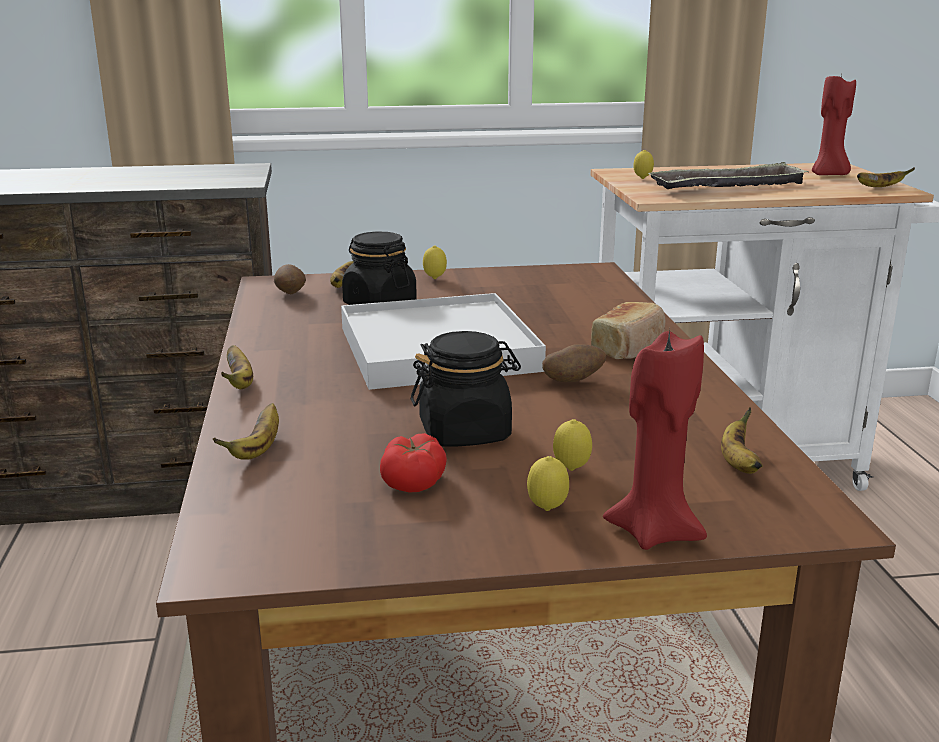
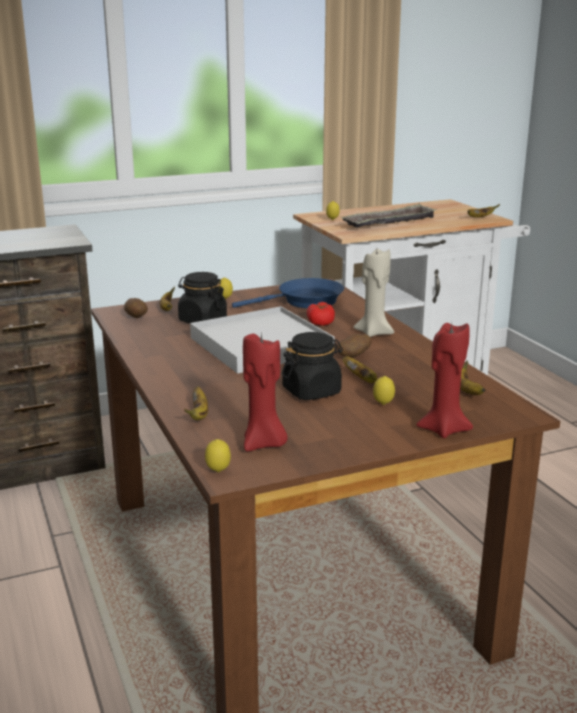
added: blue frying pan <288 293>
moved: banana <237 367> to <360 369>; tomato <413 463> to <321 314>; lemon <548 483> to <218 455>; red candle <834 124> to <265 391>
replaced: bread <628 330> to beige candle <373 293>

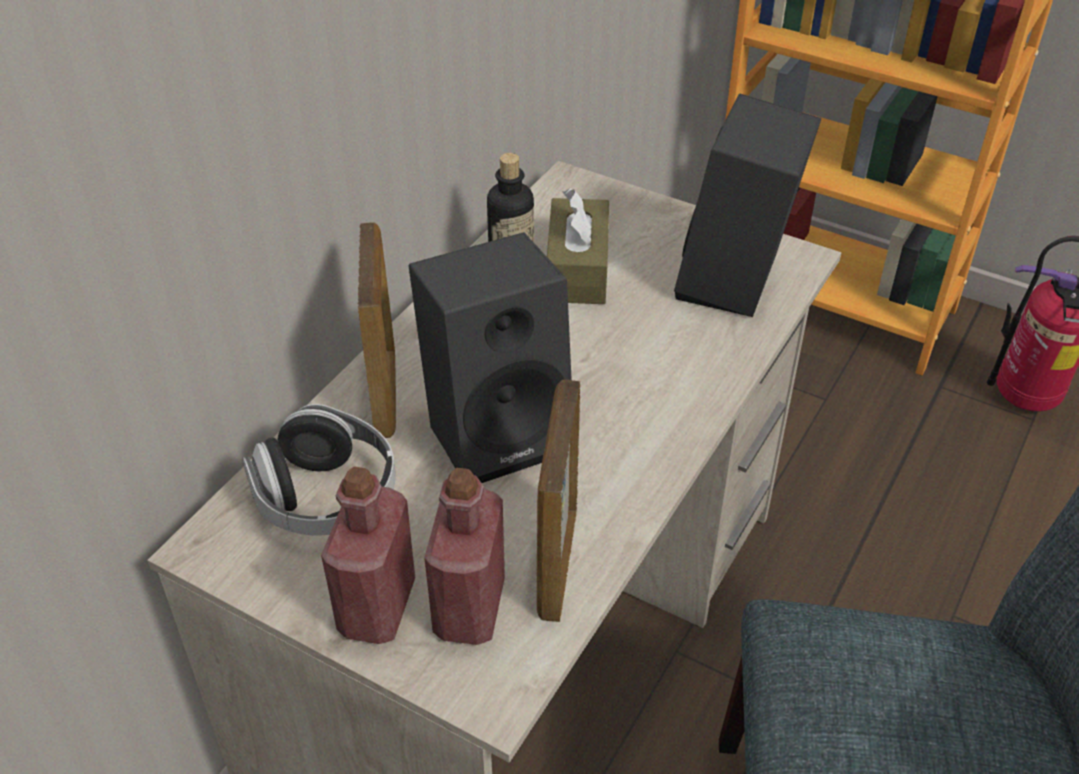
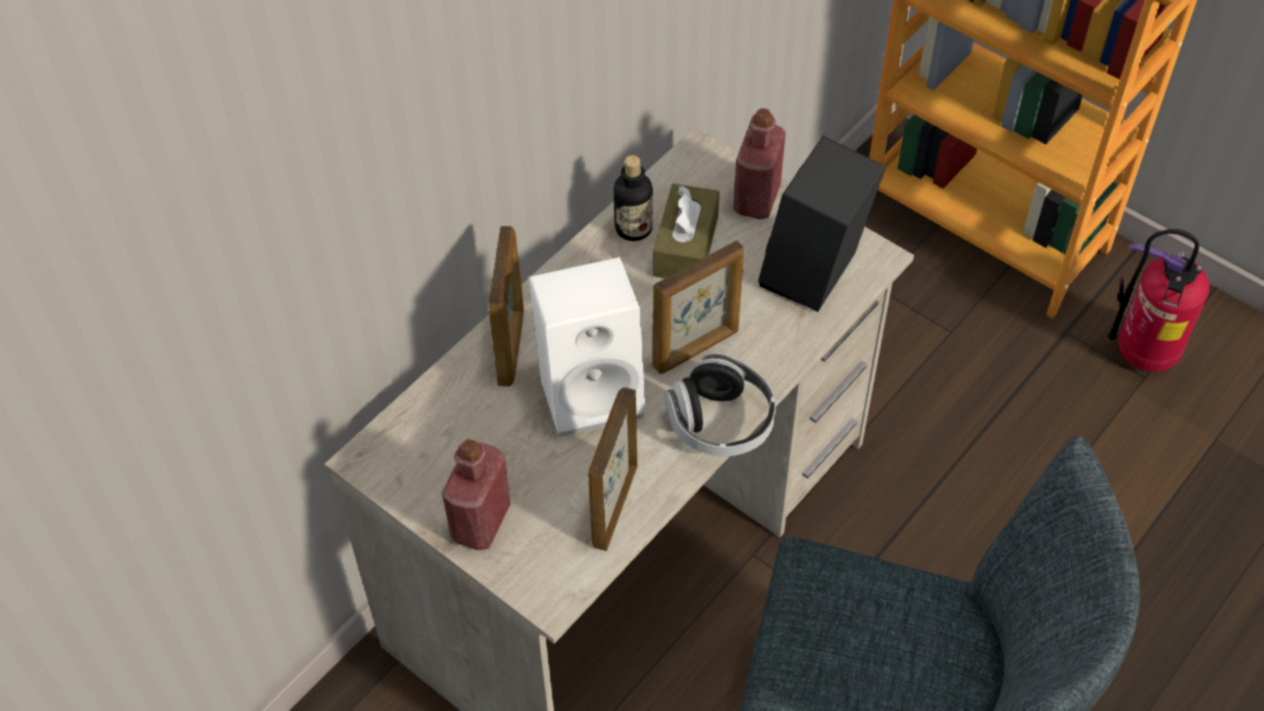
added: picture frame <698 307>
moved: headphones <319 470> to <720 405>; red bottle <464 556> to <759 163>
recoloured: black speaker <490 357> to white speaker <587 347>

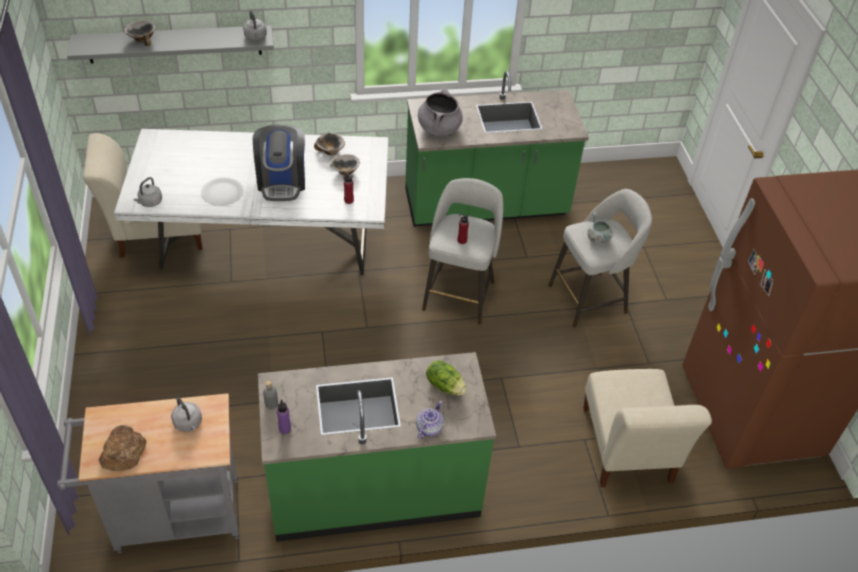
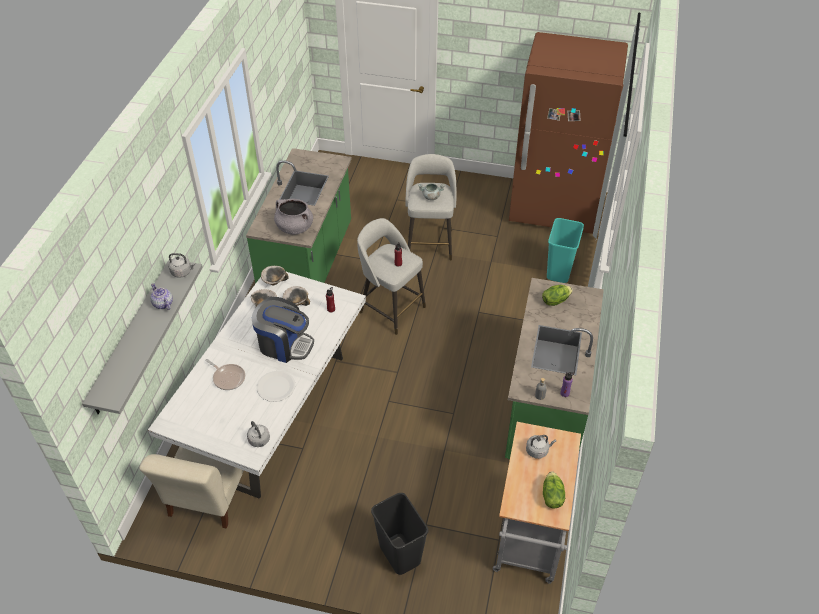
added: frying pan <225 374>; black trash can <399 534>
moved: bowl <140 33> to <275 275>; teapot <430 420> to <161 296>
replaced: bread <123 448> to lettuce <554 489>; beige chair <647 428> to turquoise trash can <565 250>

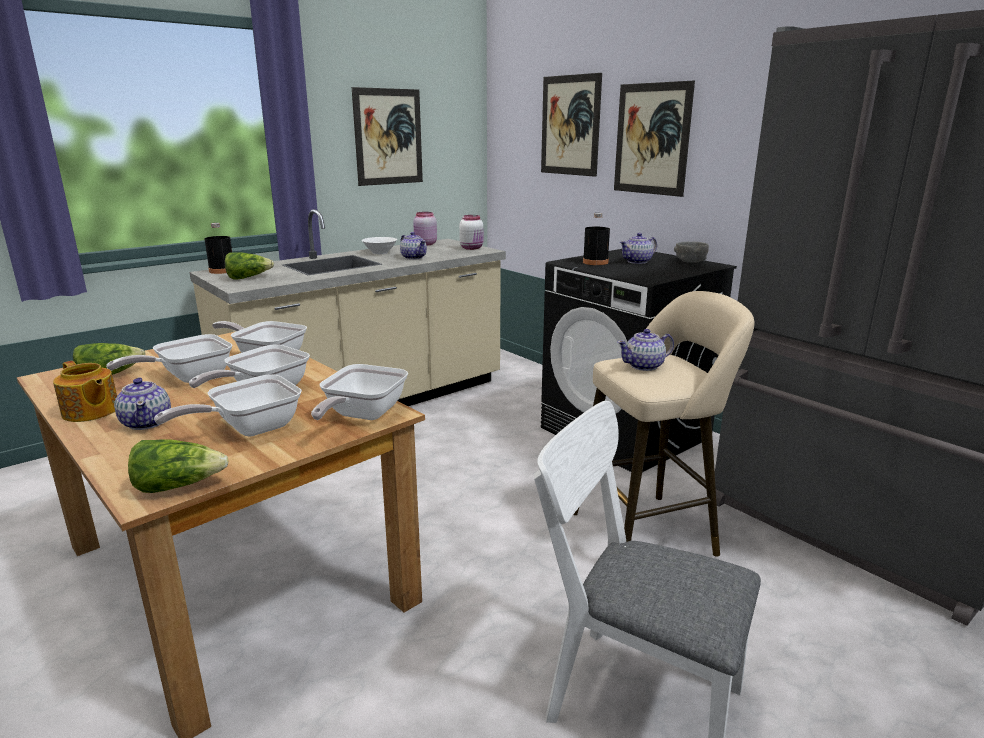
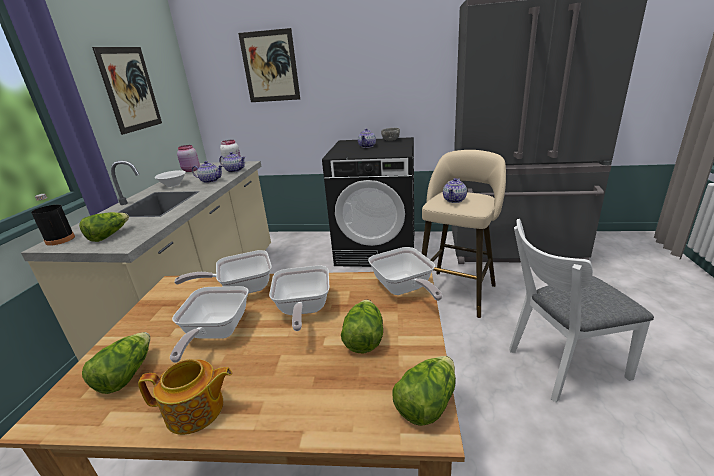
removed: black bottle <596 239>; picture <654 139>
moved: teapot <142 403> to <232 162>
replaced: frying pan <228 405> to lettuce <362 326>

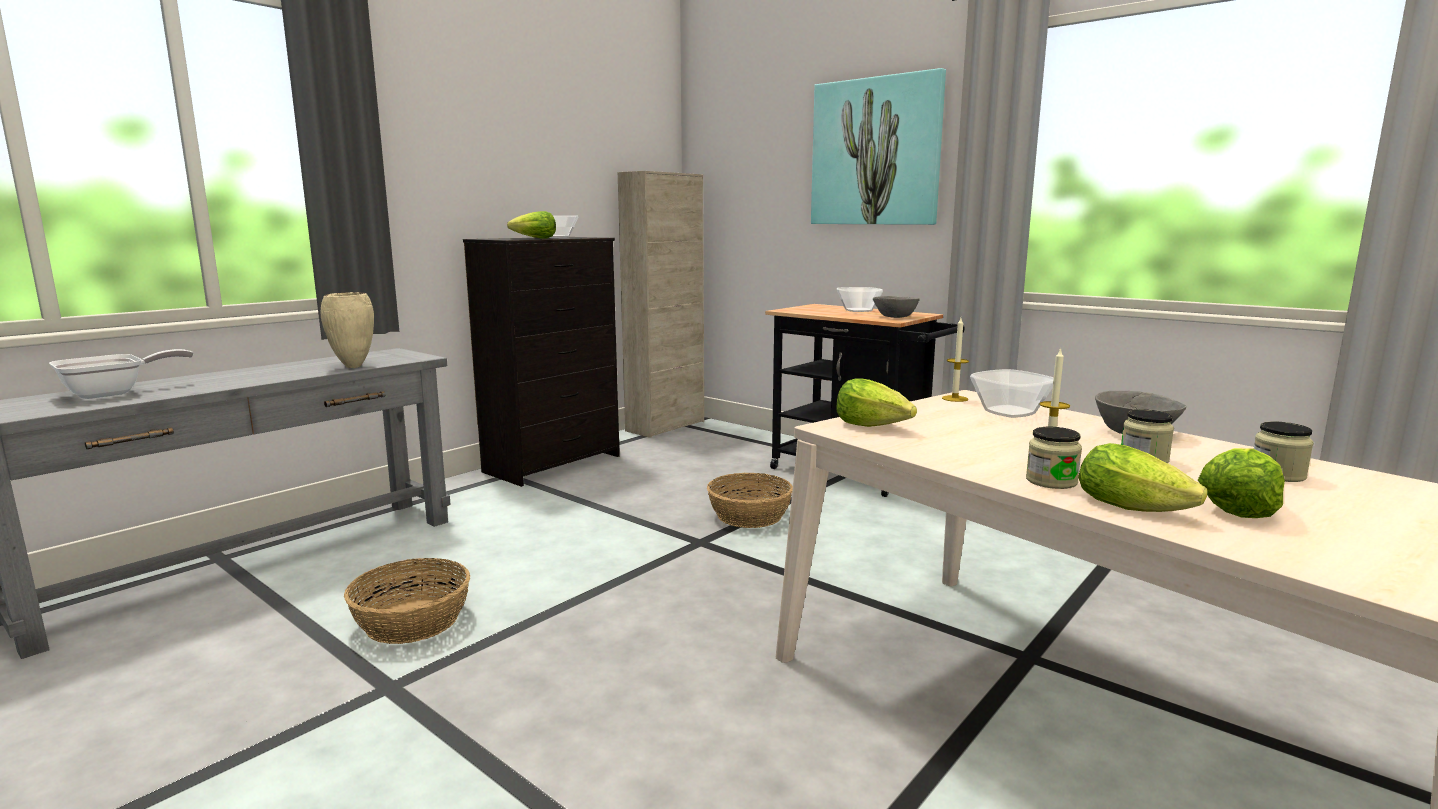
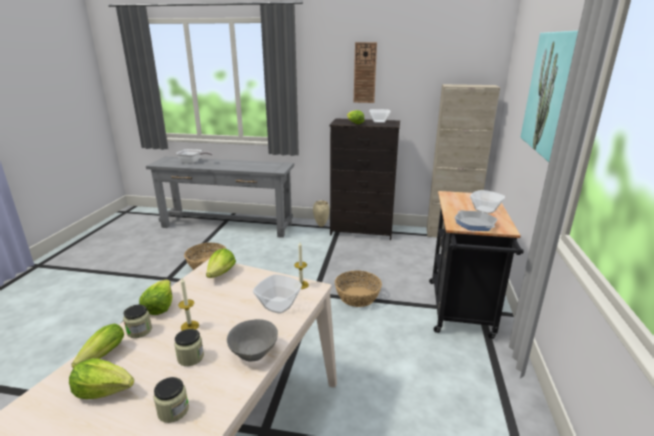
added: lettuce <155 297>; wall clock <365 72>
moved: beige vase <347 330> to <321 214>
replaced: grey bowl <896 307> to frying pan <476 220>

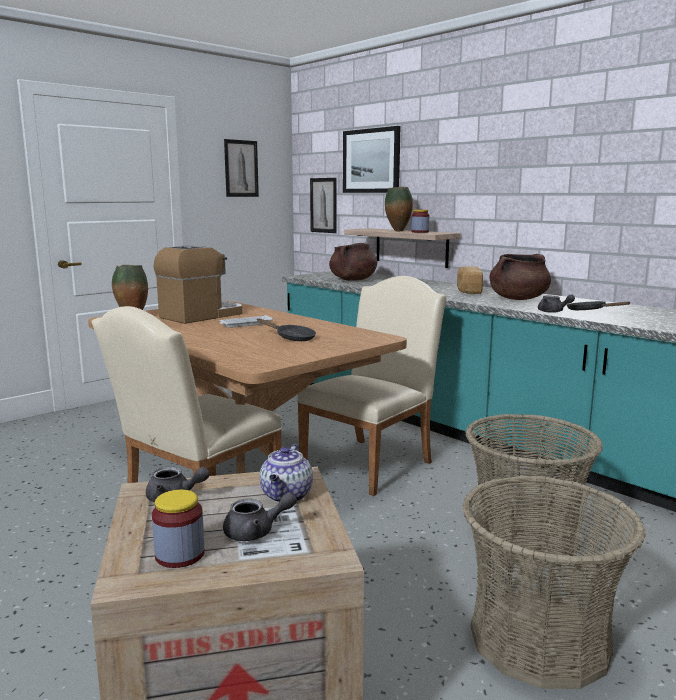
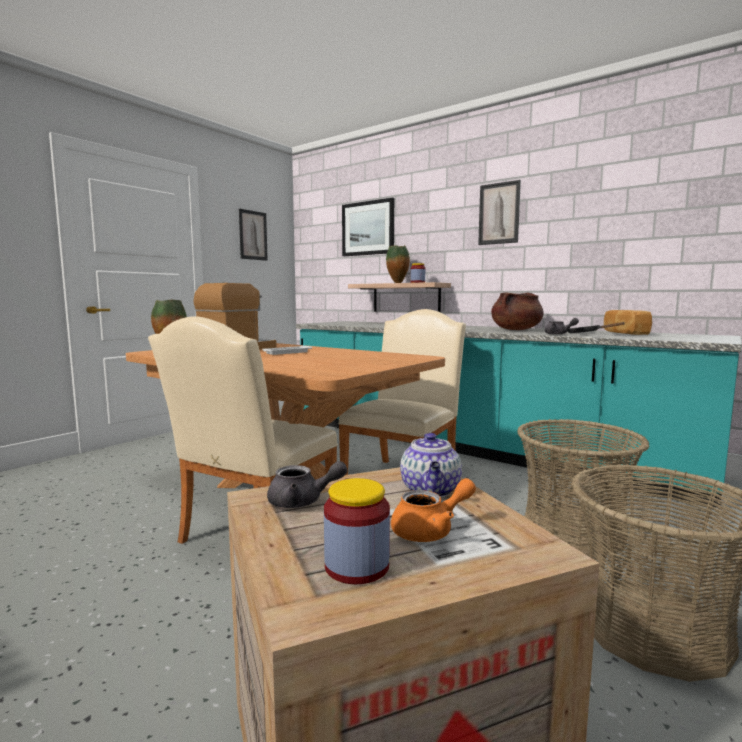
removed: black frying pan <286 330>; brown cooking pot <353 262>
moved: picture <323 205> to <499 212>; bread <470 280> to <628 322>
recoloured: grey teapot <260 516> to orange teapot <433 510>

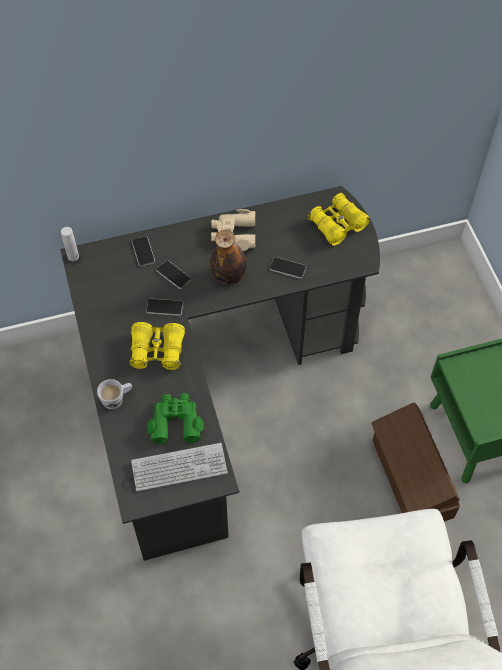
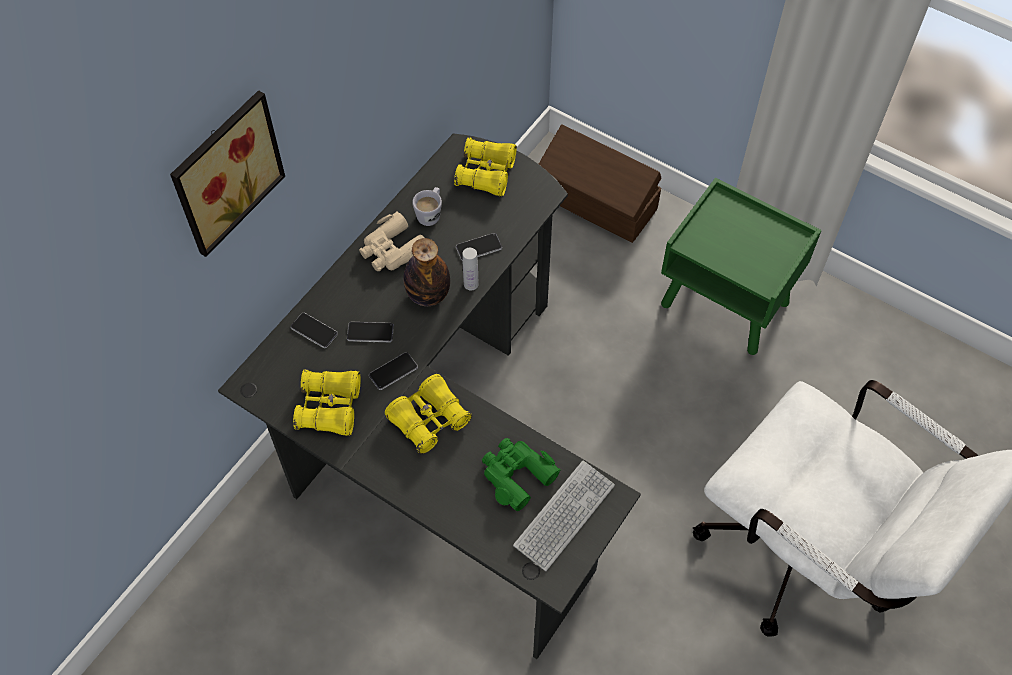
added: picture <227 173>; yellow binoculars <327 402>
moved: white bottle <70 244> to <471 269>; white mug <114 394> to <427 206>; brown storage box <415 461> to <600 183>

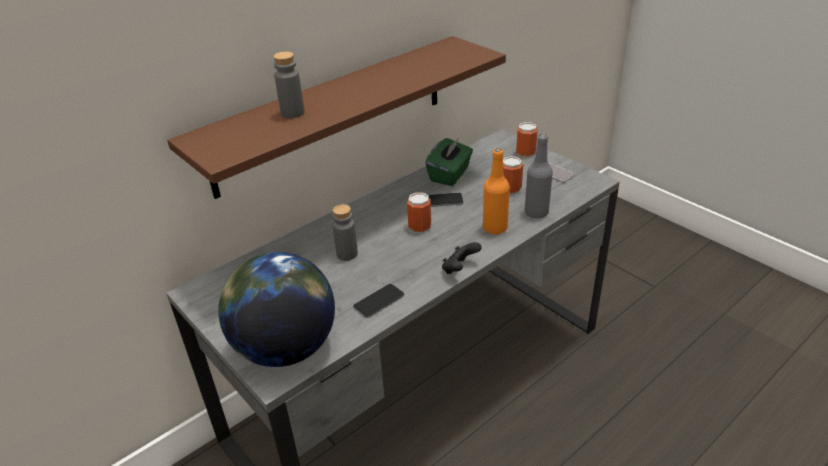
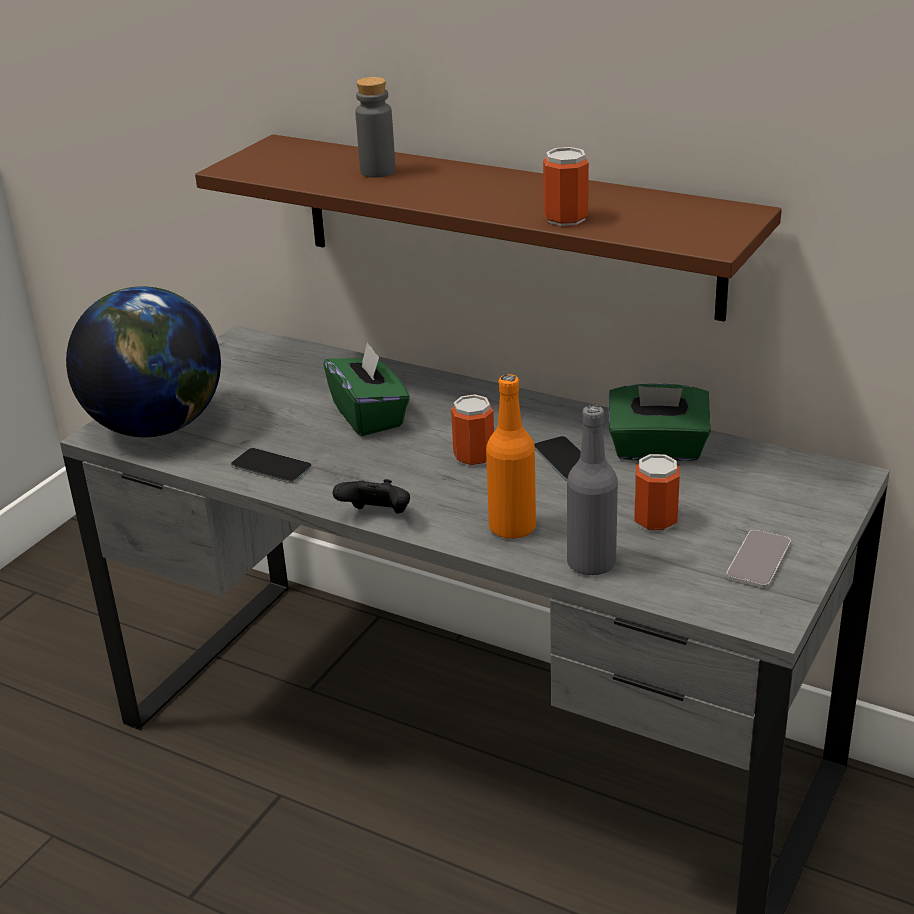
moved: can <527 139> to <566 186>
replaced: grey bottle <345 232> to green tissue box <366 388>

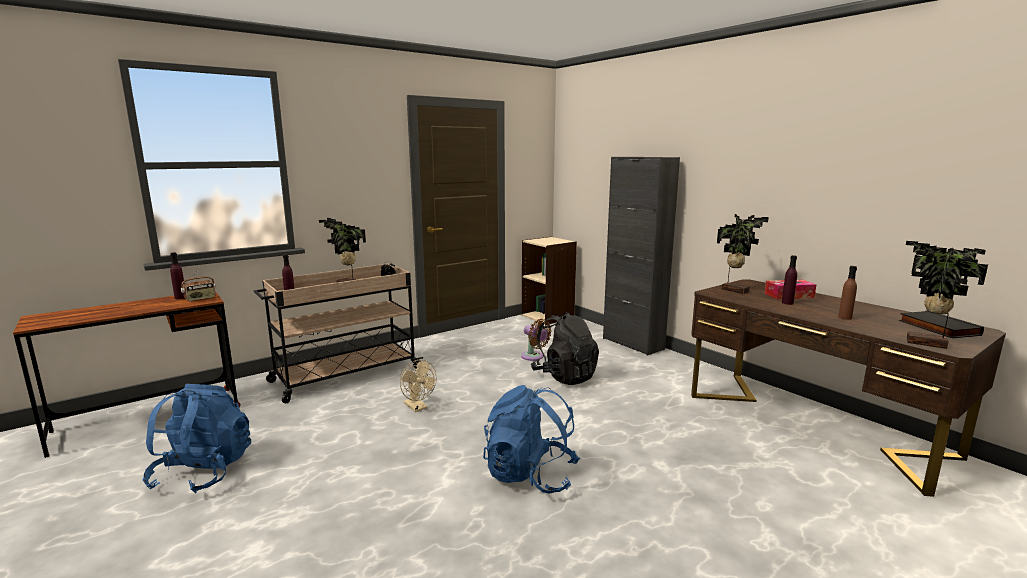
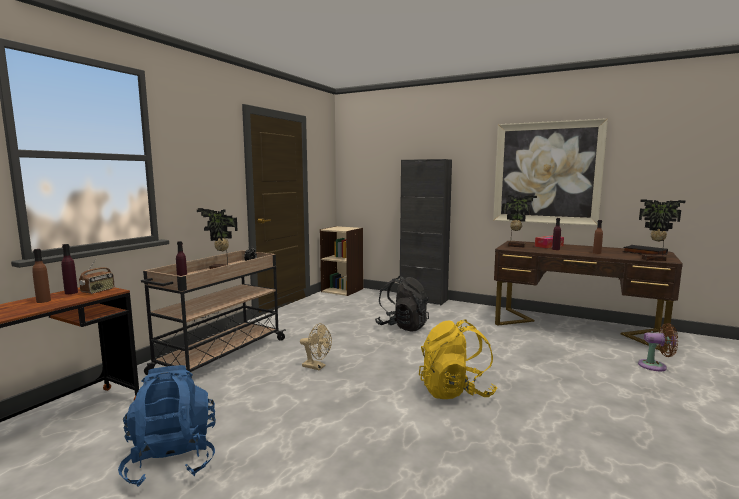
added: brown bottle <41 276>; picture <550 172>
moved: brown fan <536 340> to <658 347>
recoloured: blue backpack <531 439> to yellow backpack <458 359>

